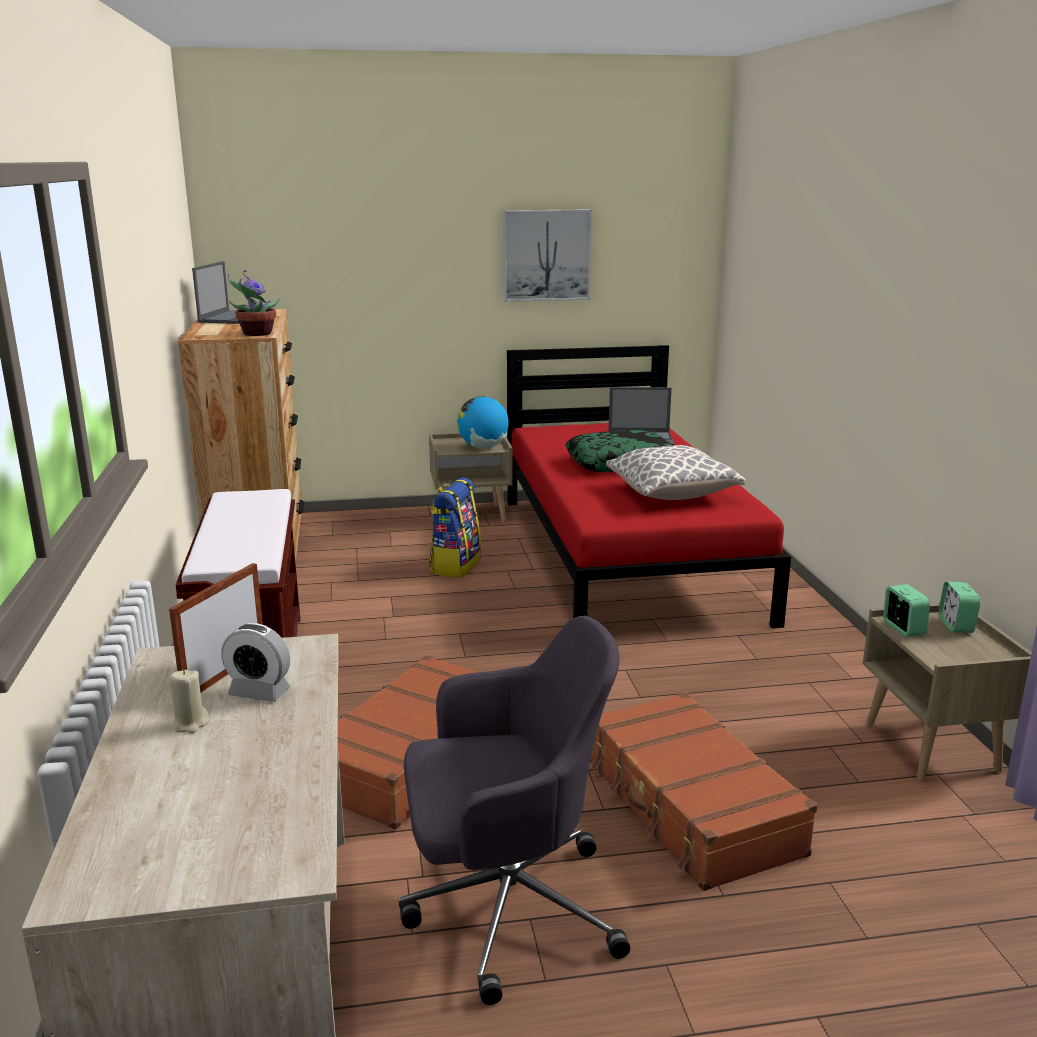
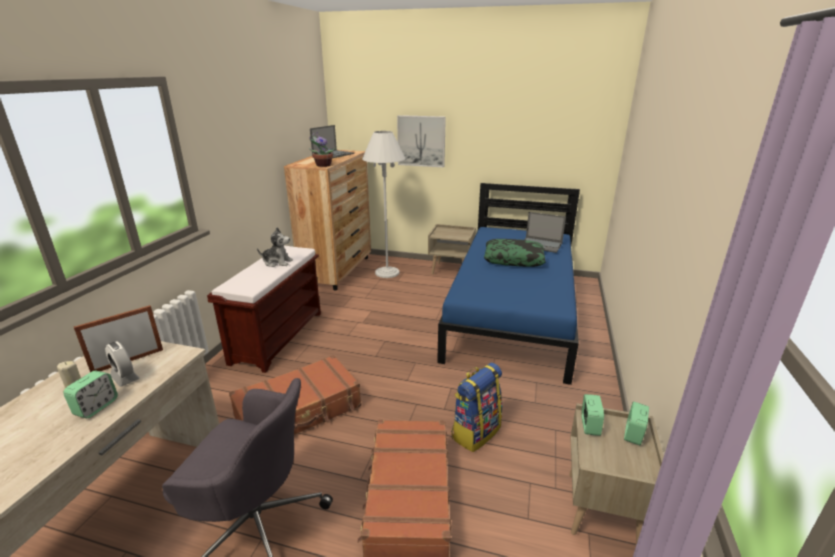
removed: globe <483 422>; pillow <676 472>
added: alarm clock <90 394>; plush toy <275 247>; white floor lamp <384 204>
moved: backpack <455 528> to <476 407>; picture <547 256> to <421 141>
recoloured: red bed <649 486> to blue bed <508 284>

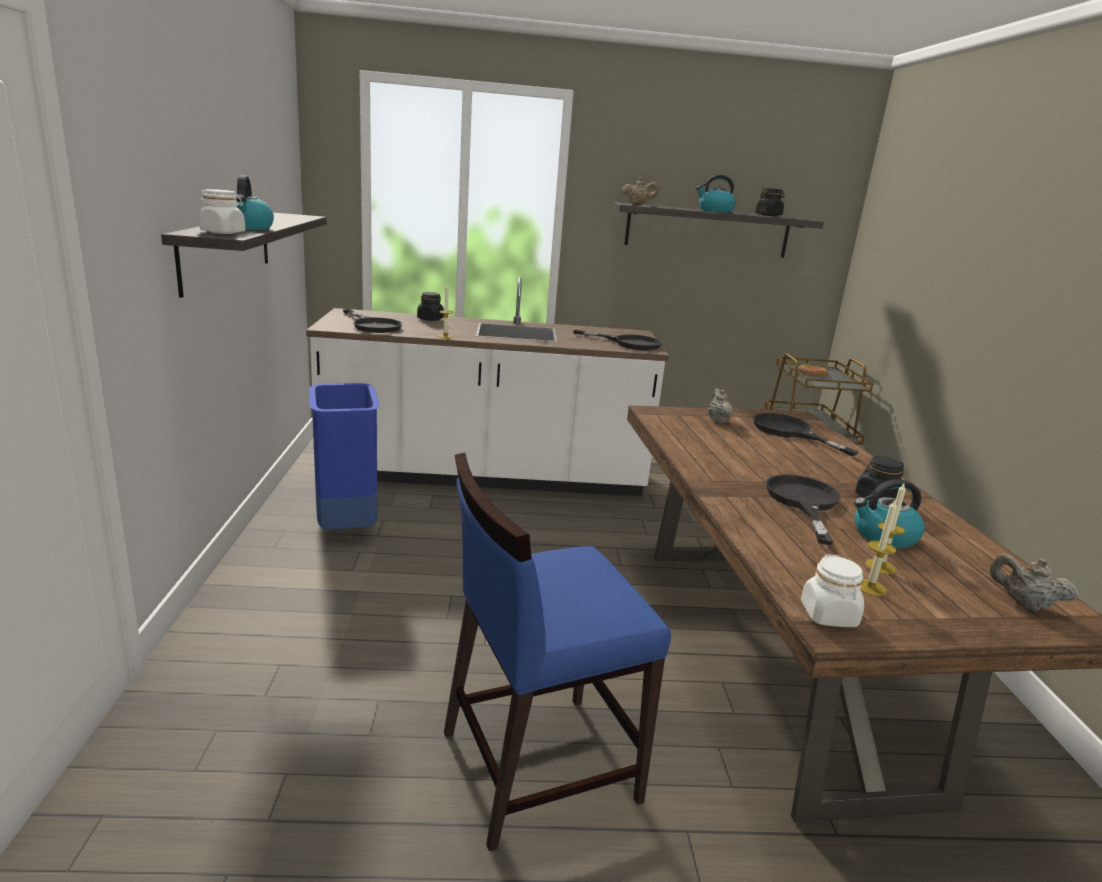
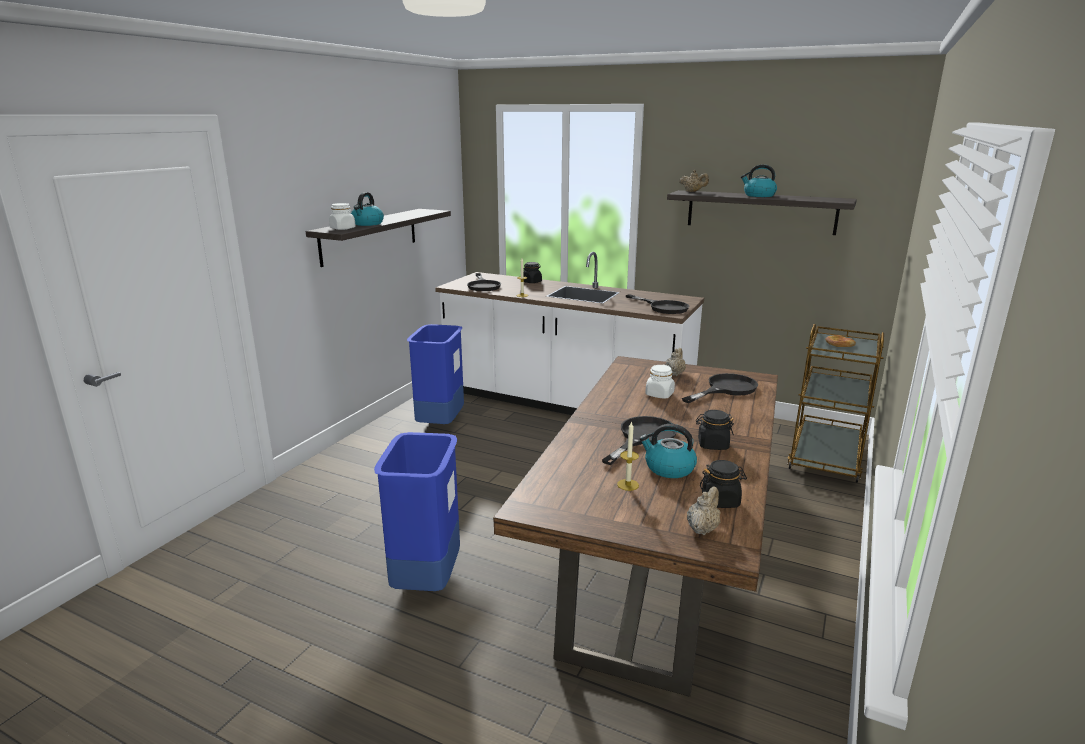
removed: candle <878 547>
moved: black jar <769 202> to <723 484>; white jar <832 590> to <660 382>
replaced: blue chair <557 652> to blue trash can <417 511>
turned: black frying pan <806 434> = <720 388> 60 degrees clockwise; beige teapot <1034 582> = <704 510> 60 degrees clockwise

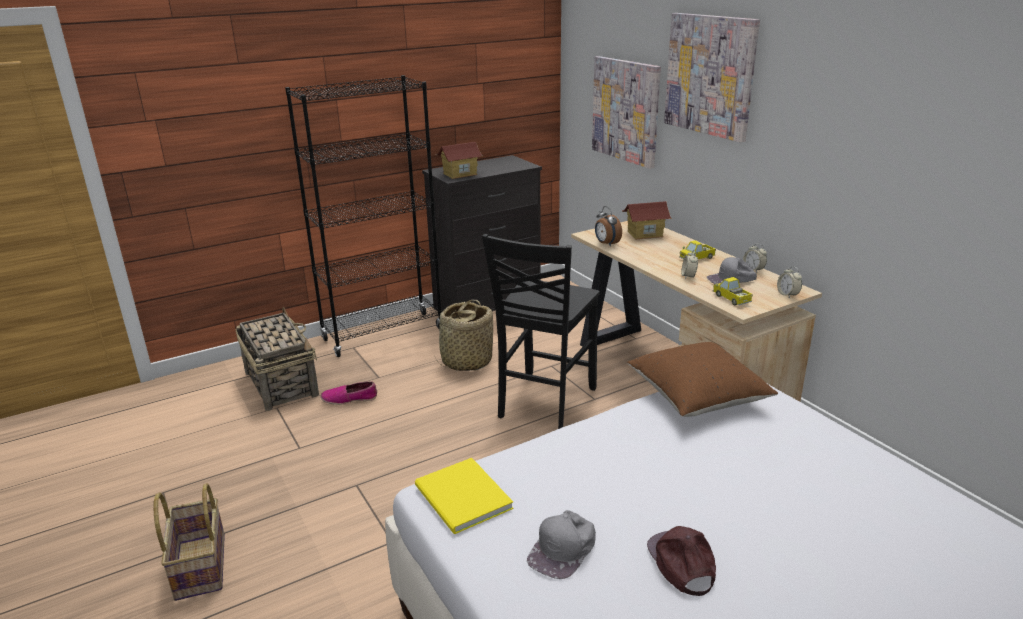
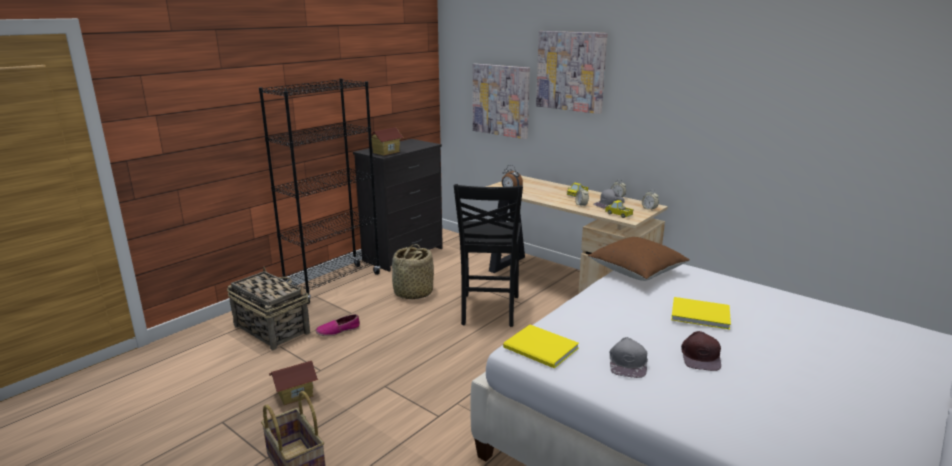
added: yellow book <701 313>
moved: toy house <647 220> to <293 383>
turned: brown cap <681 561> = <701 351> 135 degrees counterclockwise

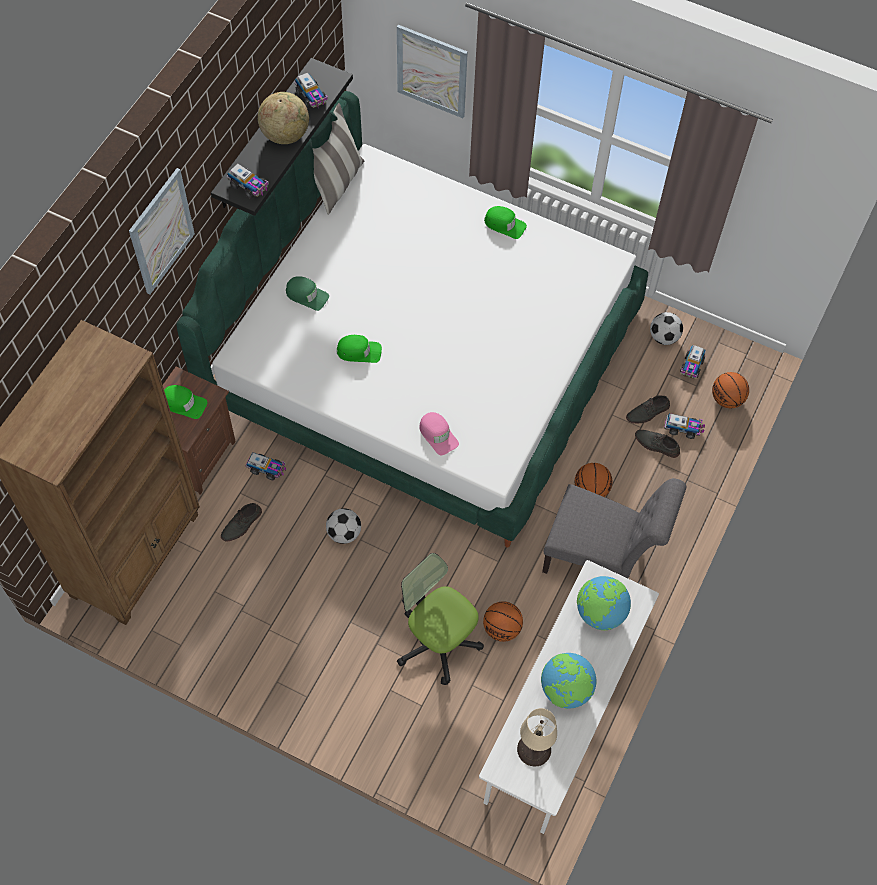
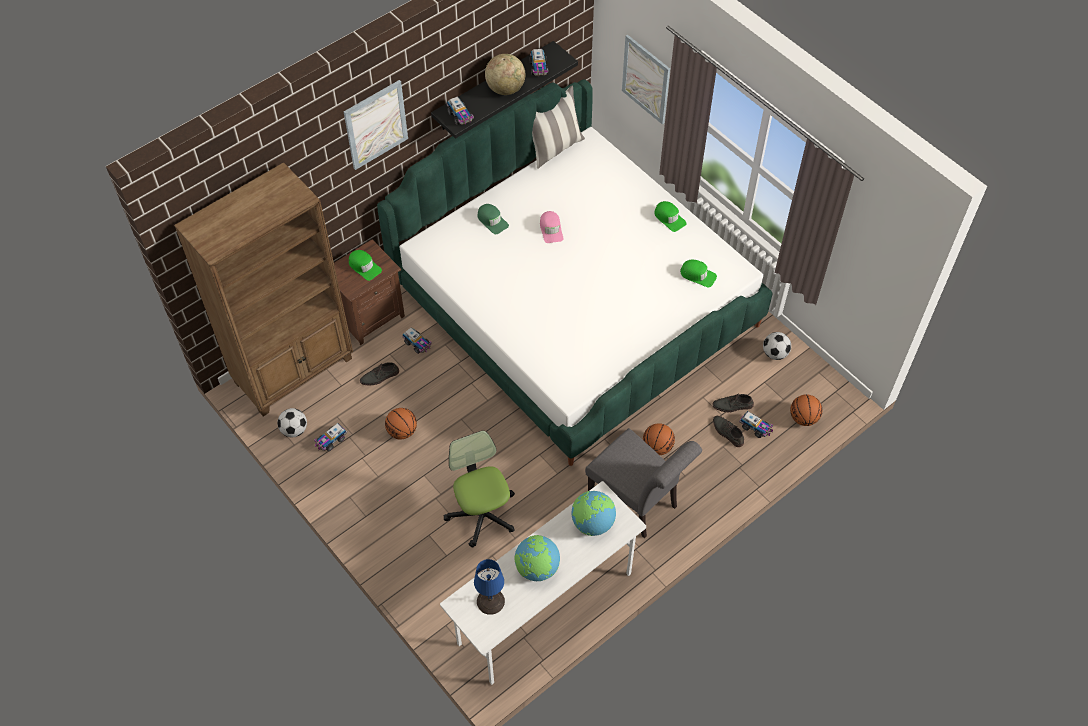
moved: football <343 526> to <292 422>; green cap <359 349> to <698 274>; pink cap <439 433> to <551 227>; basketball <503 621> to <401 423>; toy truck <693 362> to <330 437>
recoloured: beige table lamp <537 737> to blue table lamp <489 587>

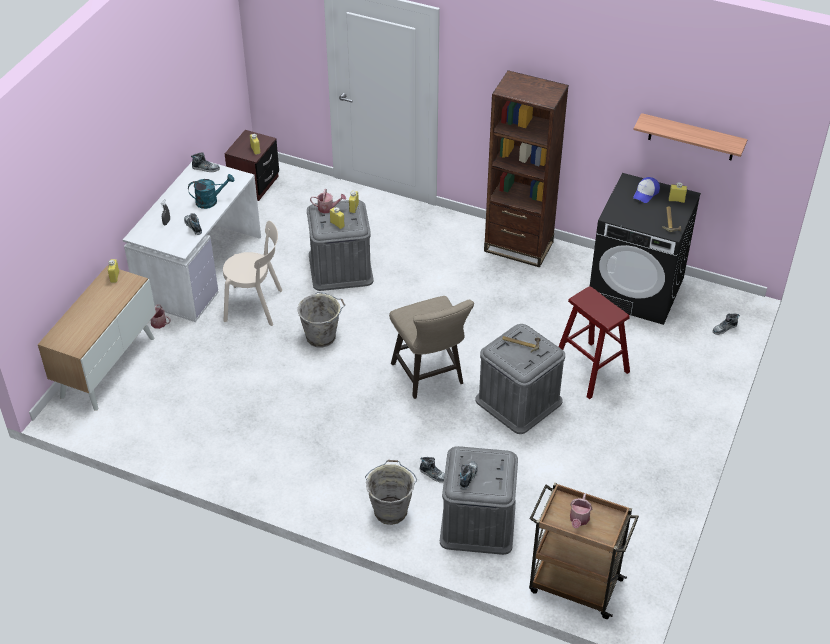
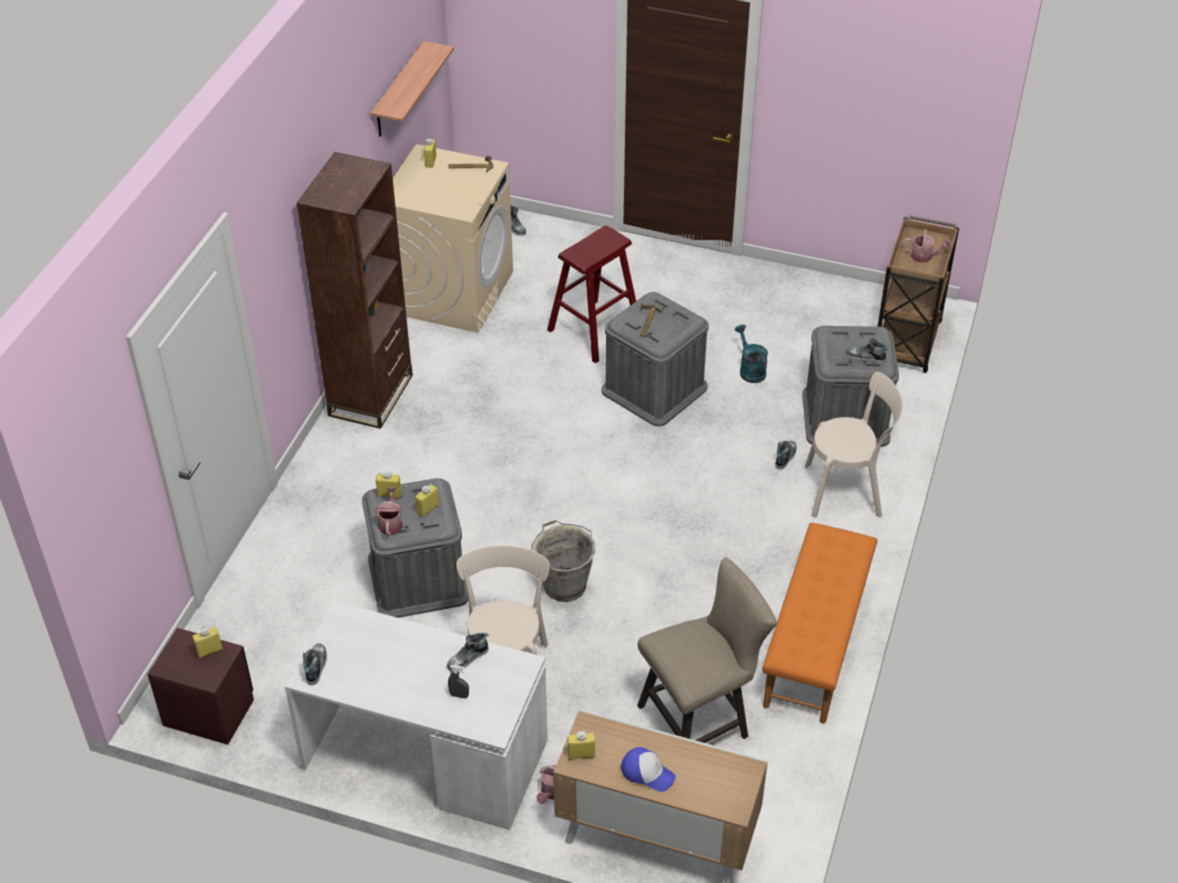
added: orange bench <819 623>
moved: turquoise watering can <211 191> to <751 354>; beige stool <431 347> to <707 650>; cap <646 190> to <648 769>
replaced: grey bucket <391 492> to beige chair <854 444>
recoloured: black washing machine <645 249> to beige washing machine <453 238>

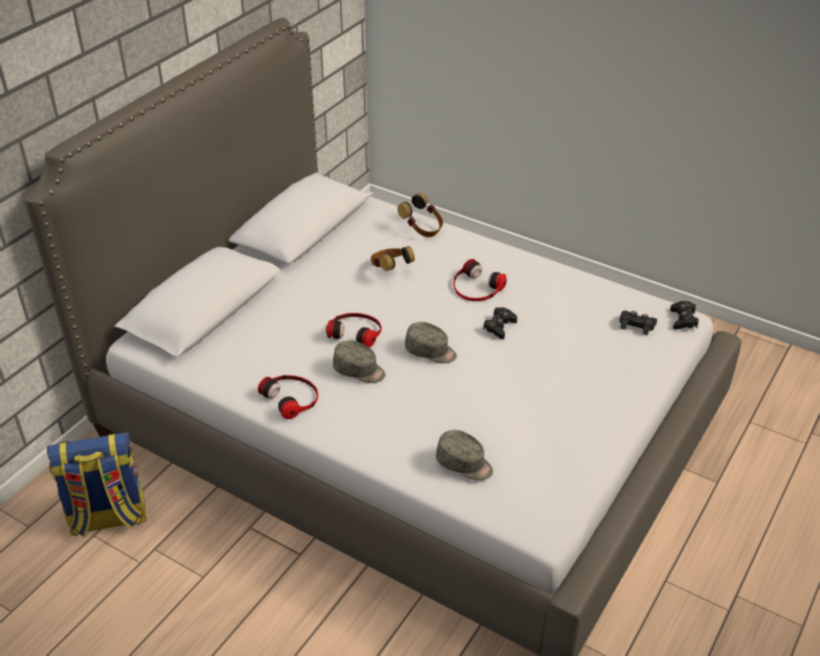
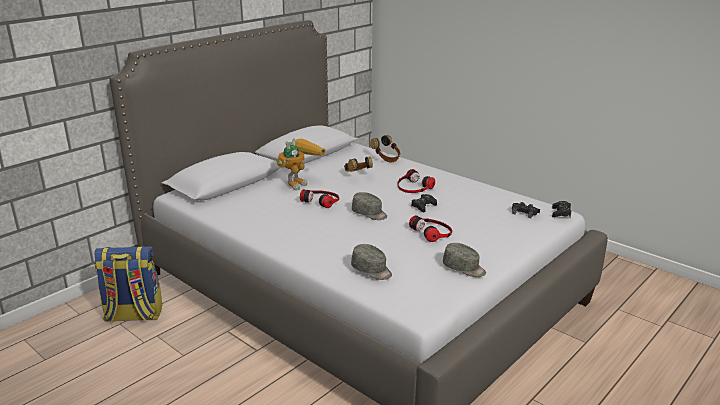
added: toy robot <301 164>
moved: headphones <288 397> to <430 228>; grey cap <359 361> to <464 260>

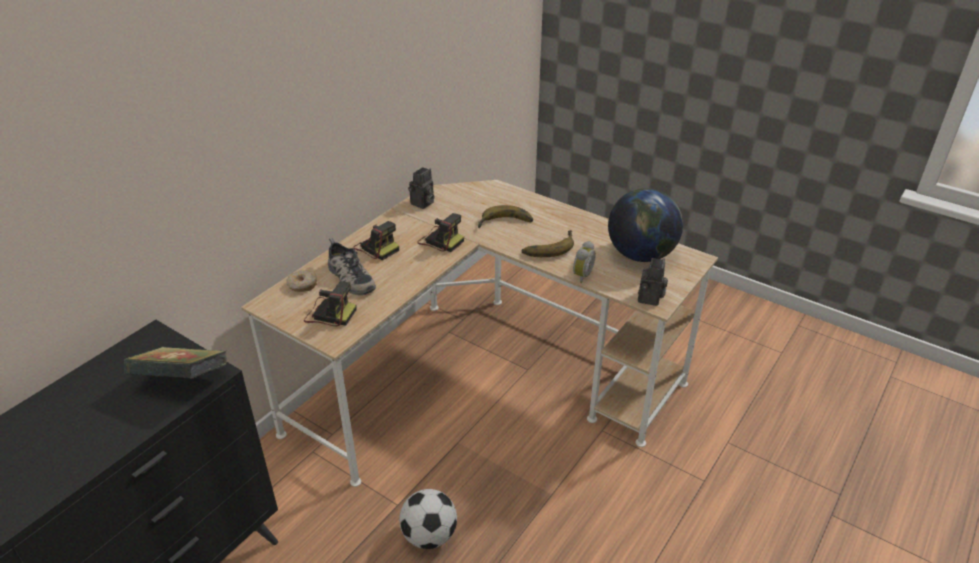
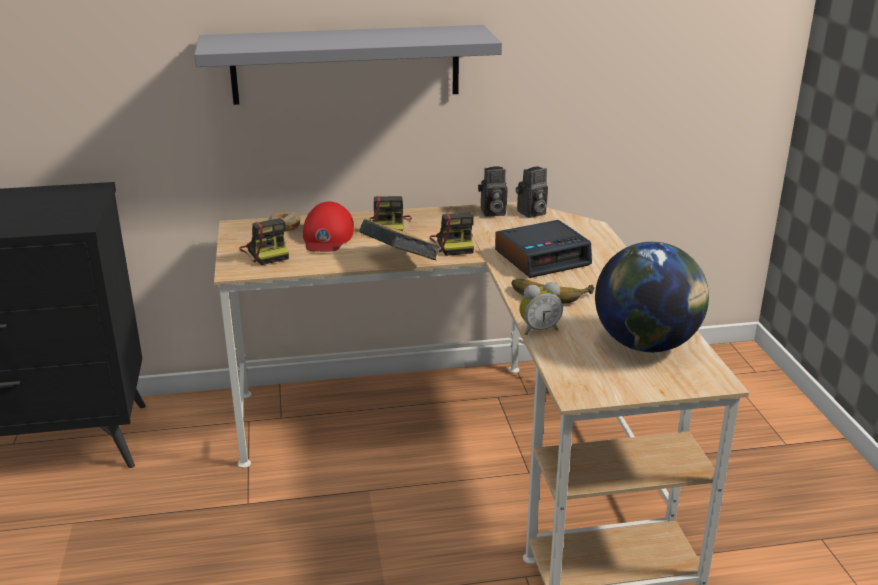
removed: football <428 519>
added: grey shelf <348 65>
moved: book <176 363> to <400 239>; photo camera <653 282> to <532 192>
replaced: shoe <352 266> to red cap <328 226>; banana <505 216> to alarm clock <543 249>

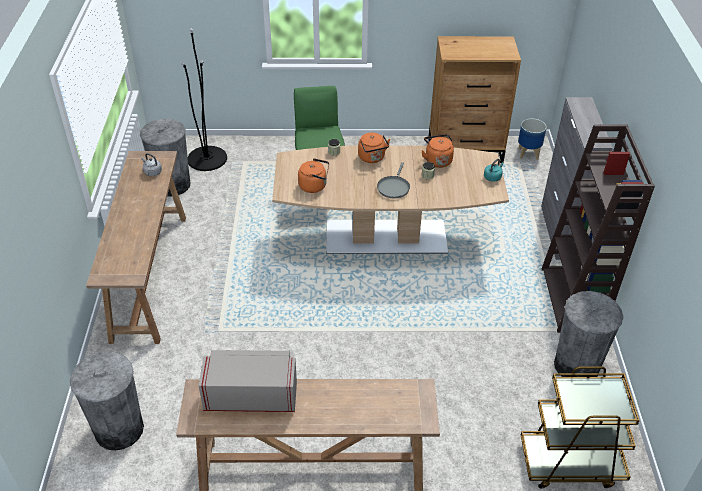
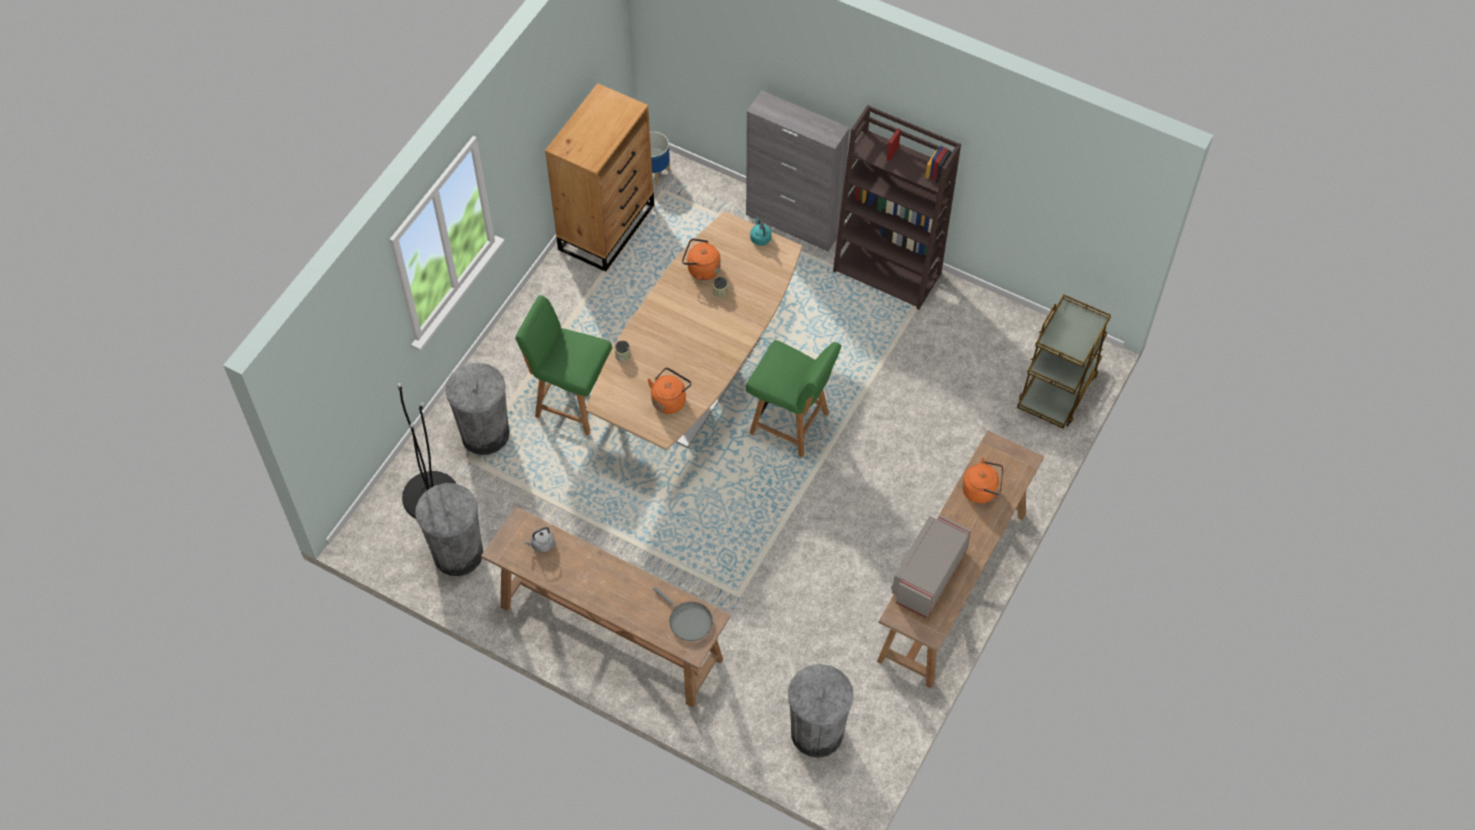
added: green chair <794 398>
moved: orange kettle <374 147> to <982 480>; grey frying pan <393 180> to <683 613>; grey trash can <589 334> to <477 409>

